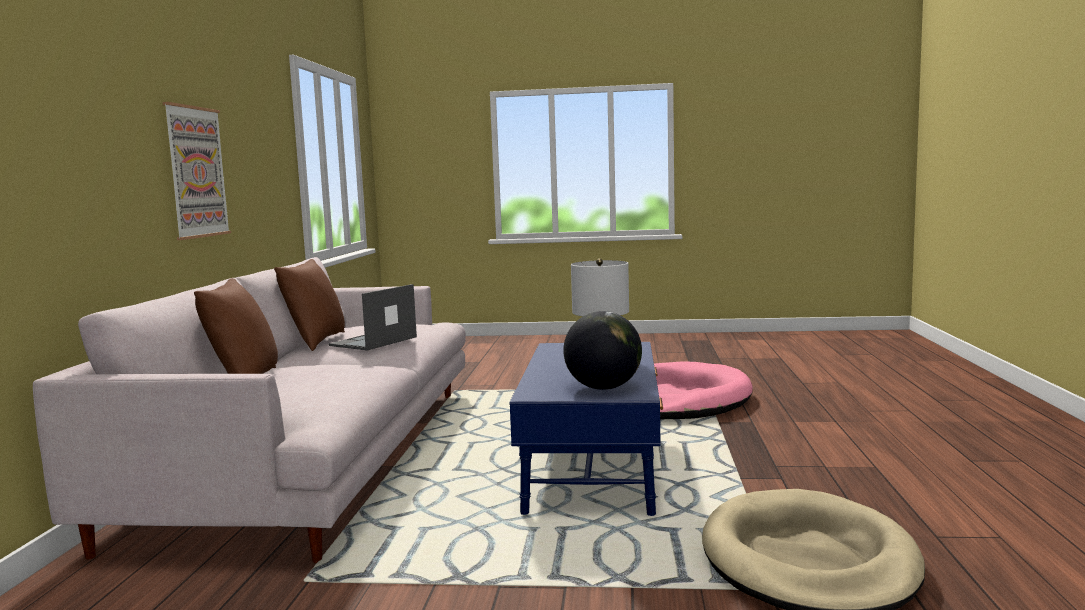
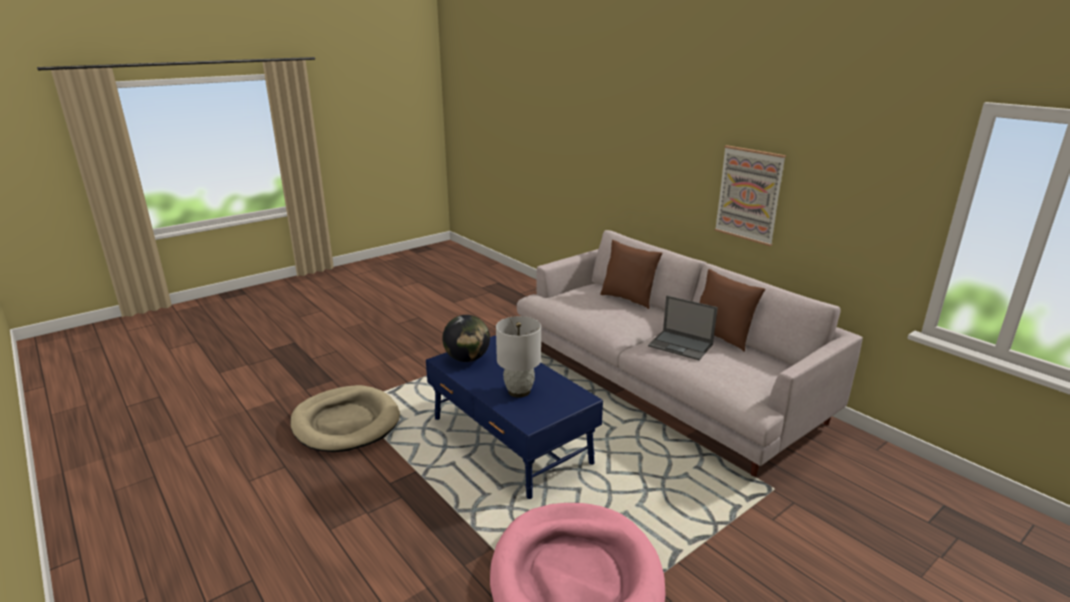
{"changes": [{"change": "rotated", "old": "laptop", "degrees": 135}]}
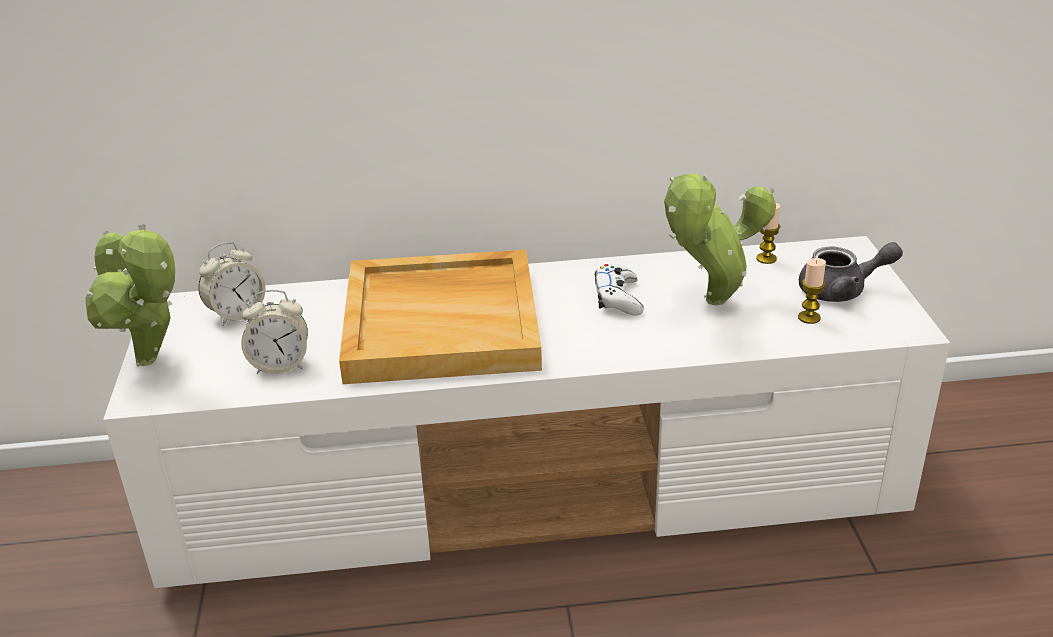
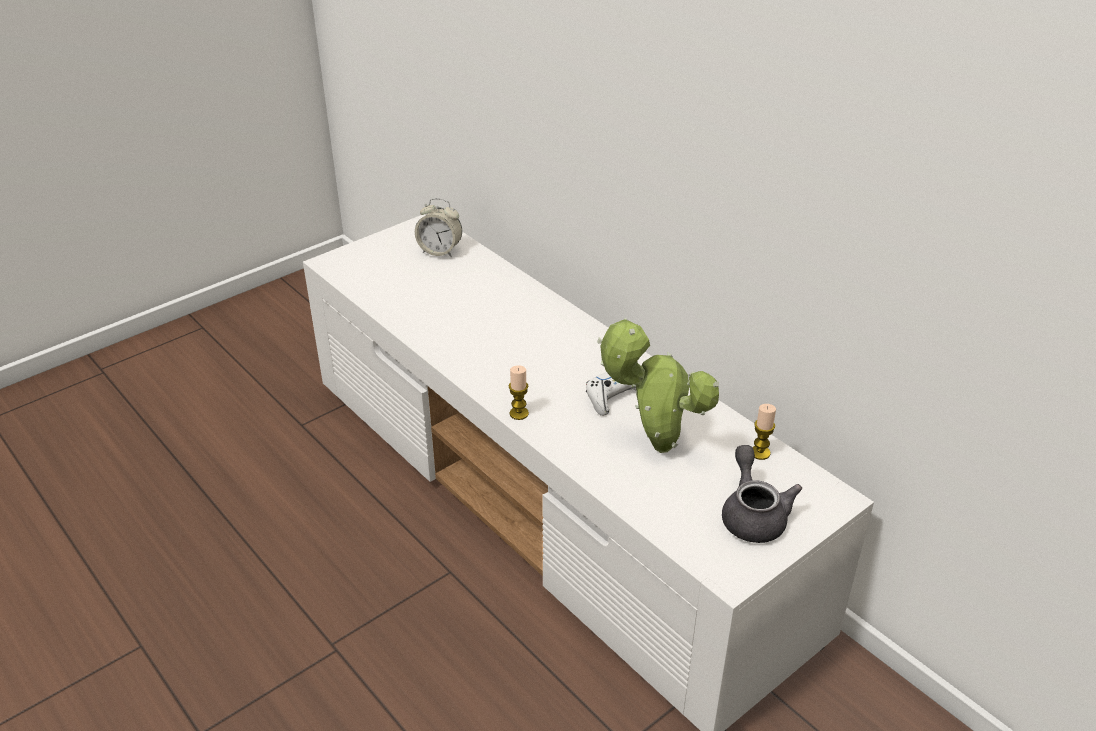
{"changes": [{"change": "gone", "old": "potted plant (no. 1 from left)"}, {"change": "gone", "old": "alarm clock (no. 2 from left)"}, {"change": "gone", "old": "beige tray"}, {"change": "shifted", "old": "candle (no. 2 from left in the first image)", "new": "candle (no. 1 from left)"}, {"change": "rotated", "old": "grey teapot", "degrees": -150}]}
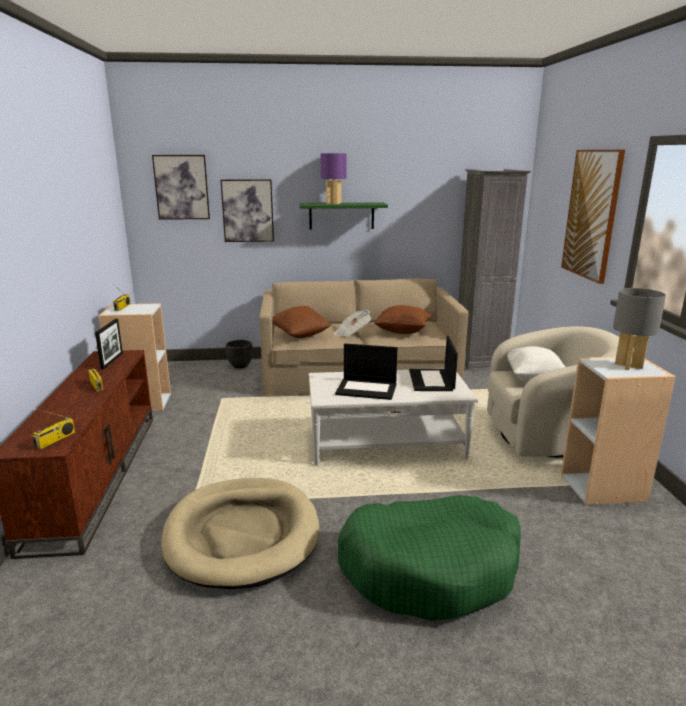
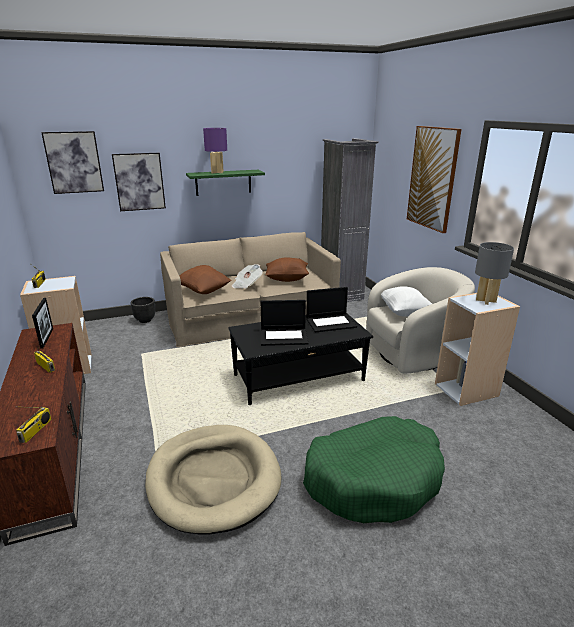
{"changes": [{"change": "repainted", "old": "white coffee table", "new": "black coffee table"}, {"change": "rotated", "old": "laptop (no. 2 from left)", "degrees": -90}]}
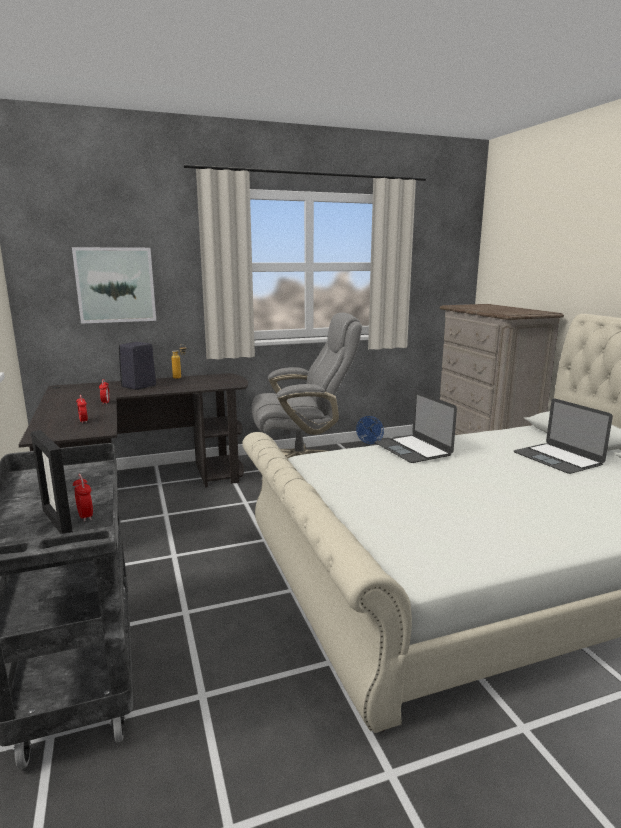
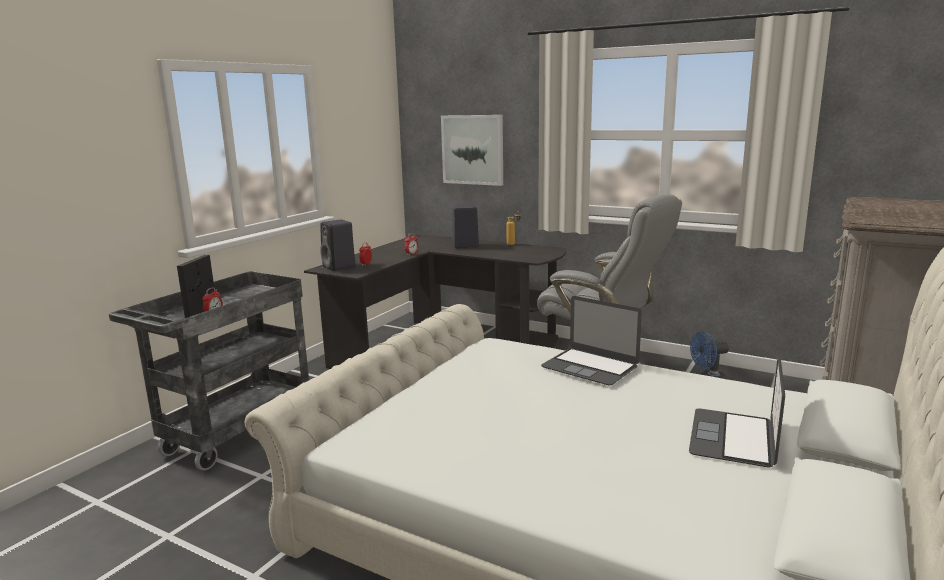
{"changes": [{"change": "new", "new": "black speaker (no. 1 from left)"}, {"change": "rotated", "old": "laptop (no. 1 from left)", "degrees": -75}]}
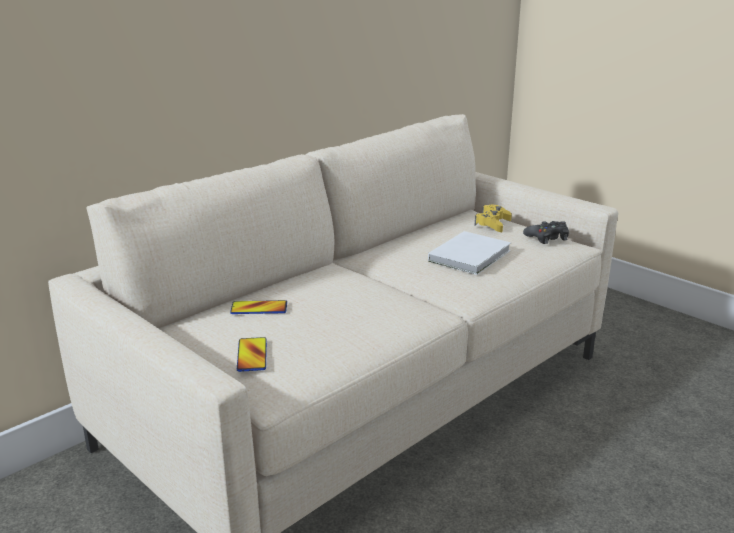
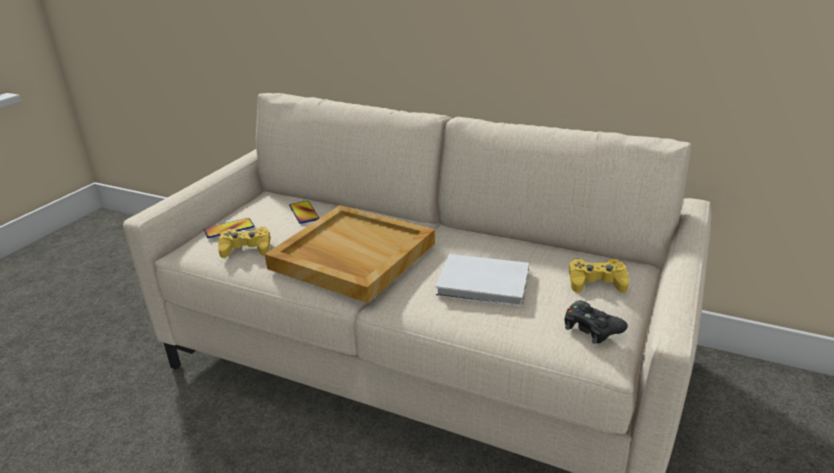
{"changes": [{"change": "new", "new": "yellow game controller (no. 1 from left)"}, {"change": "new", "new": "beige tray"}]}
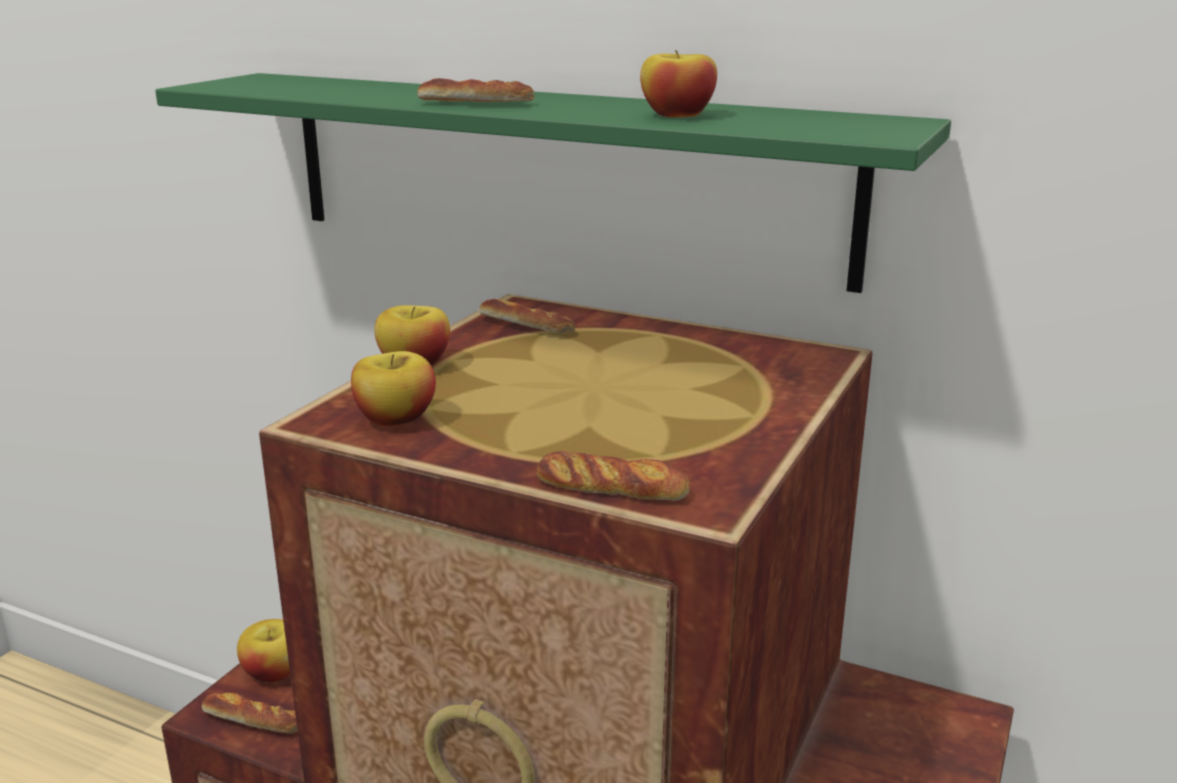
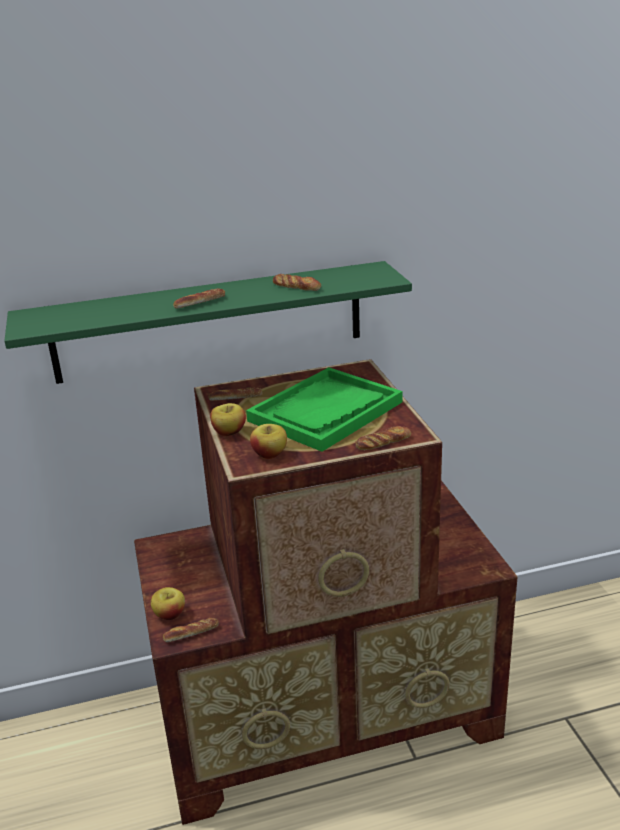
{"changes": [{"change": "new", "new": "green tray"}, {"change": "swapped", "old": "apple (no. 4 from left)", "new": "bread (no. 4 from left)"}]}
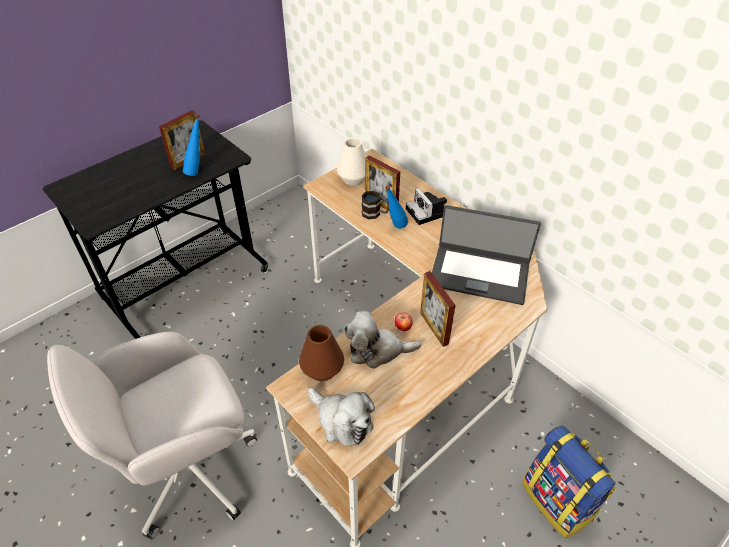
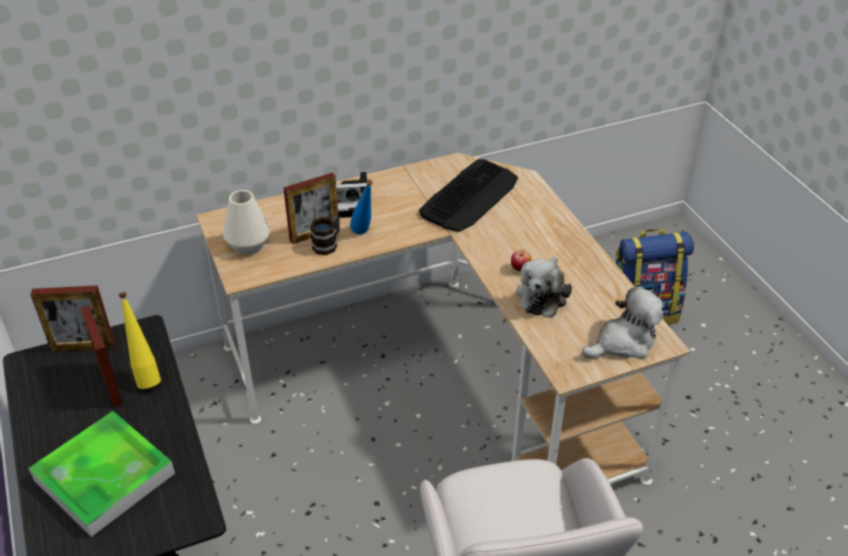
{"changes": [{"change": "gone", "old": "brown vase"}, {"change": "new", "new": "tray"}, {"change": "shifted", "old": "picture frame (no. 3 from left in the first image)", "new": "picture frame (no. 1 from left)"}, {"change": "swapped", "old": "laptop", "new": "keyboard"}, {"change": "repainted", "old": "blue bottle (no. 1 from left)", "new": "yellow bottle"}]}
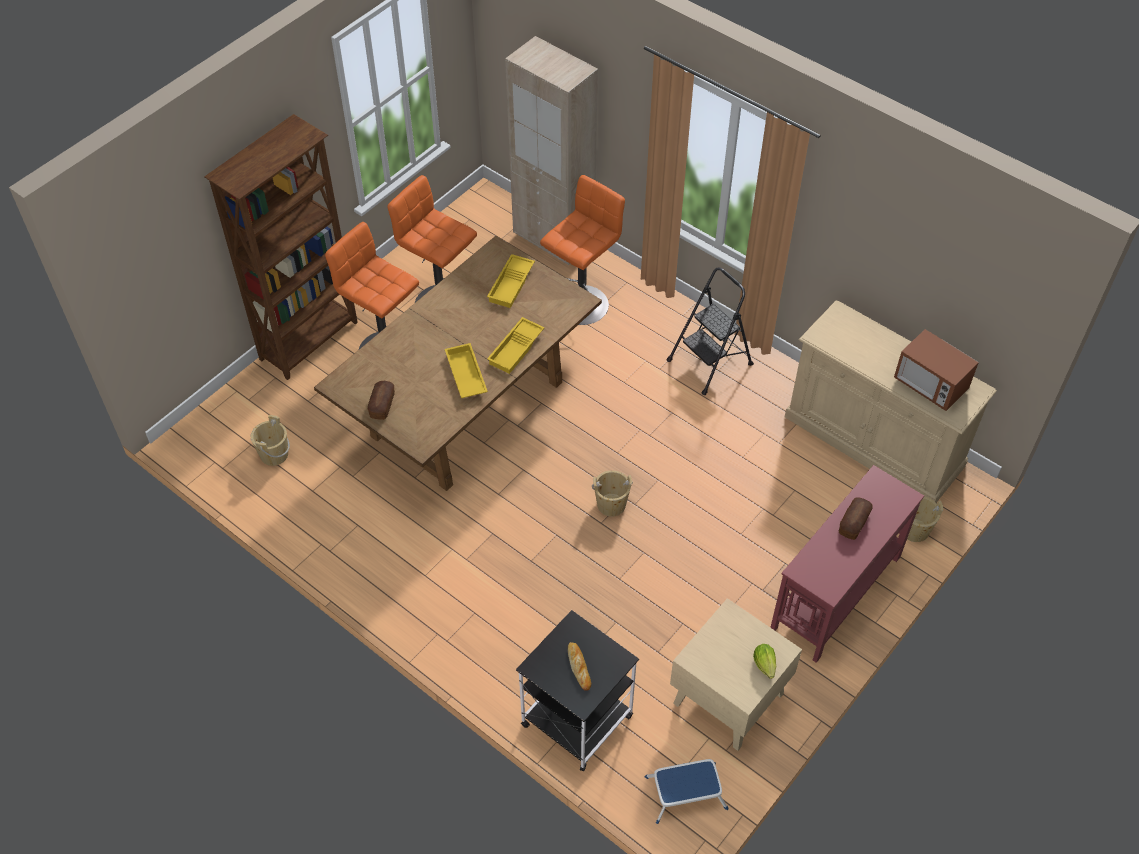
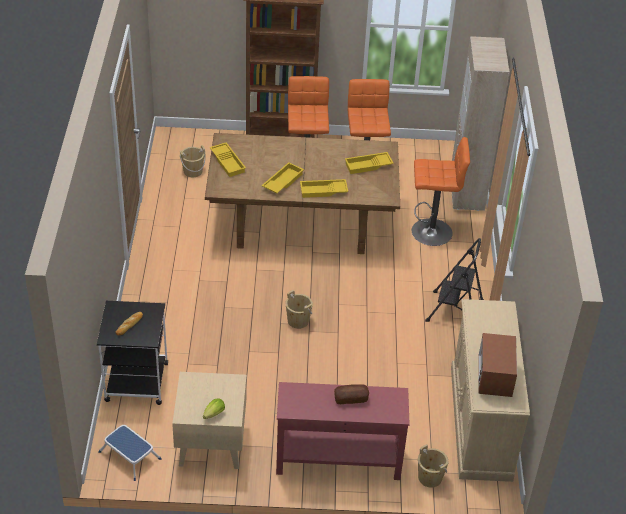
{"changes": [{"change": "swapped", "old": "bread (no. 1 from left)", "new": "yellow tray (no. 1 from left)"}]}
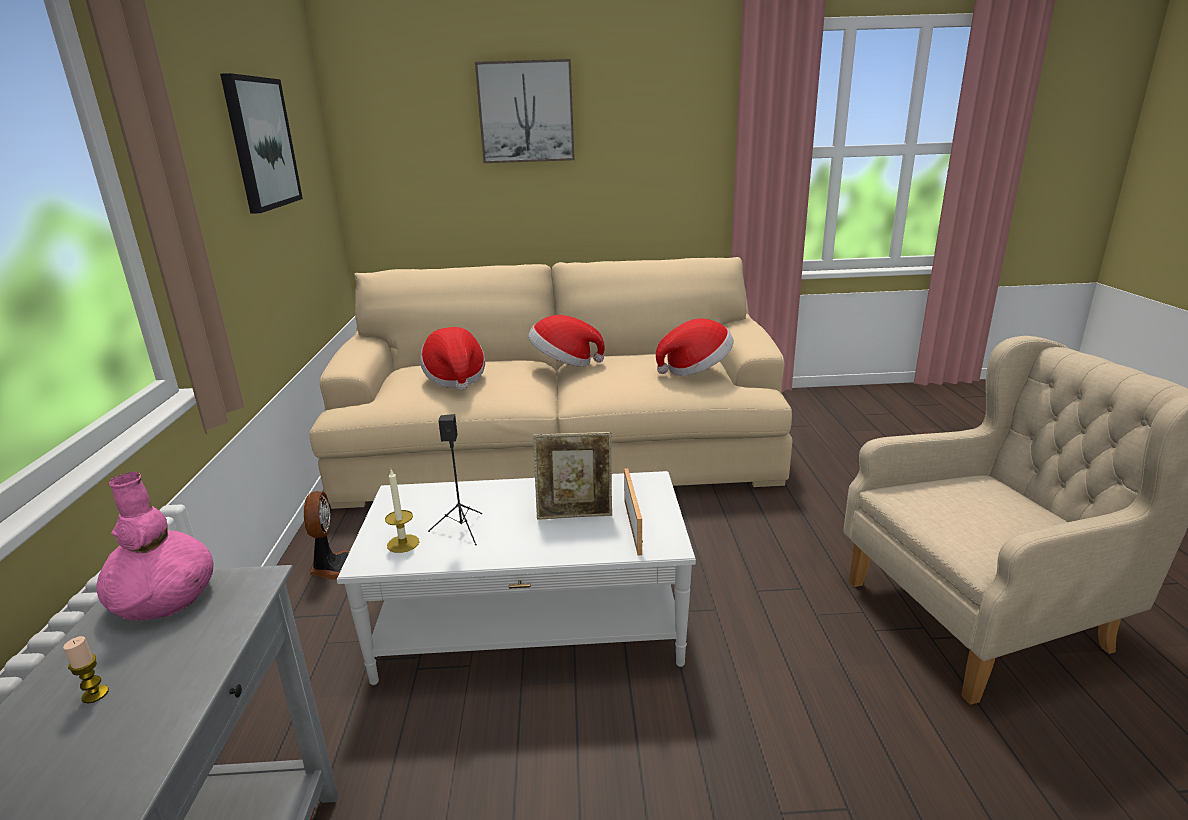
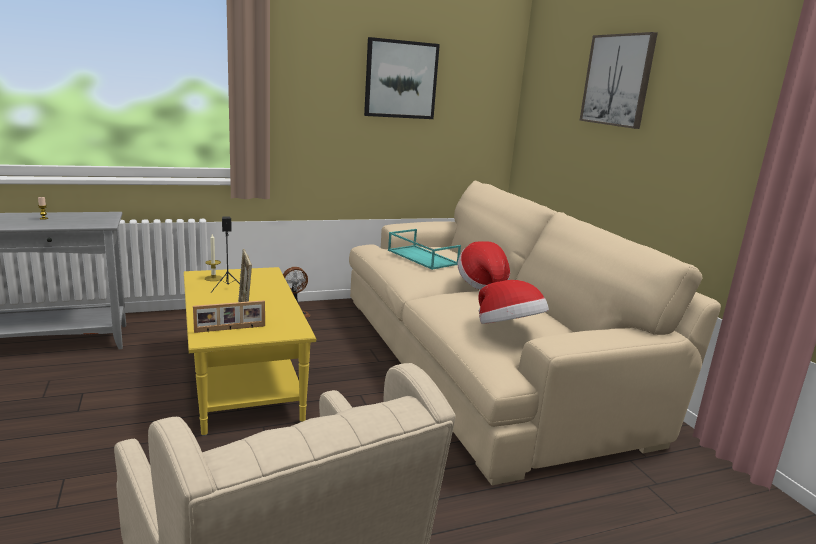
{"changes": [{"change": "gone", "old": "pink vase"}, {"change": "swapped", "old": "hat (no. 1 from left)", "new": "turquoise tray"}, {"change": "repainted", "old": "white coffee table", "new": "yellow coffee table"}]}
